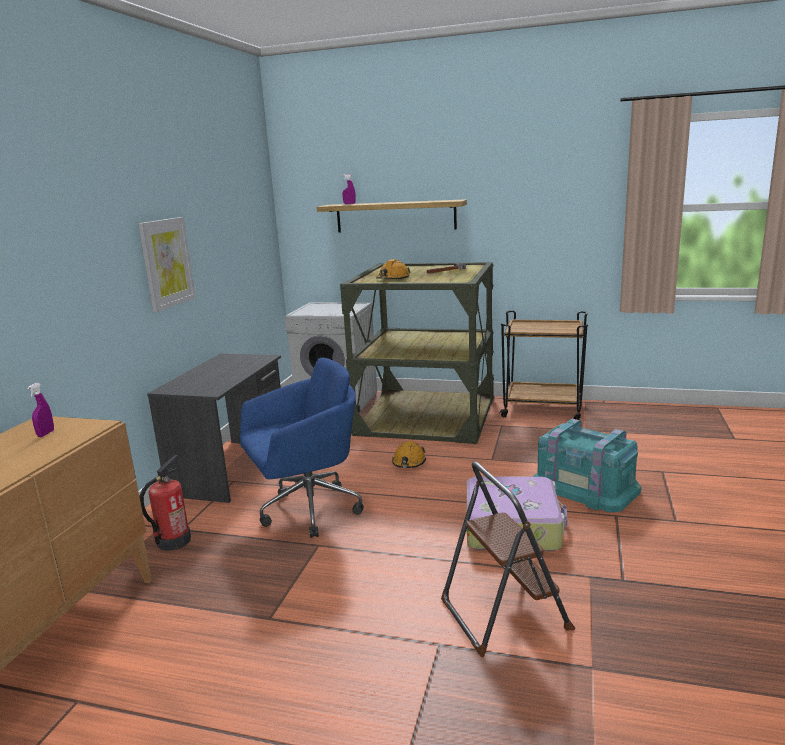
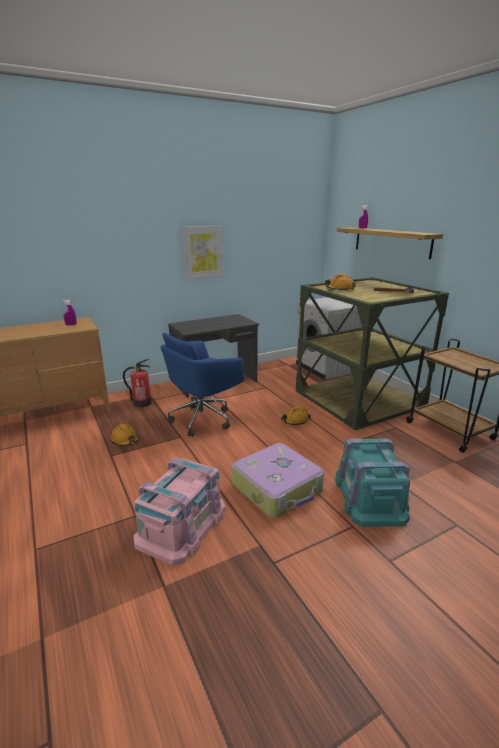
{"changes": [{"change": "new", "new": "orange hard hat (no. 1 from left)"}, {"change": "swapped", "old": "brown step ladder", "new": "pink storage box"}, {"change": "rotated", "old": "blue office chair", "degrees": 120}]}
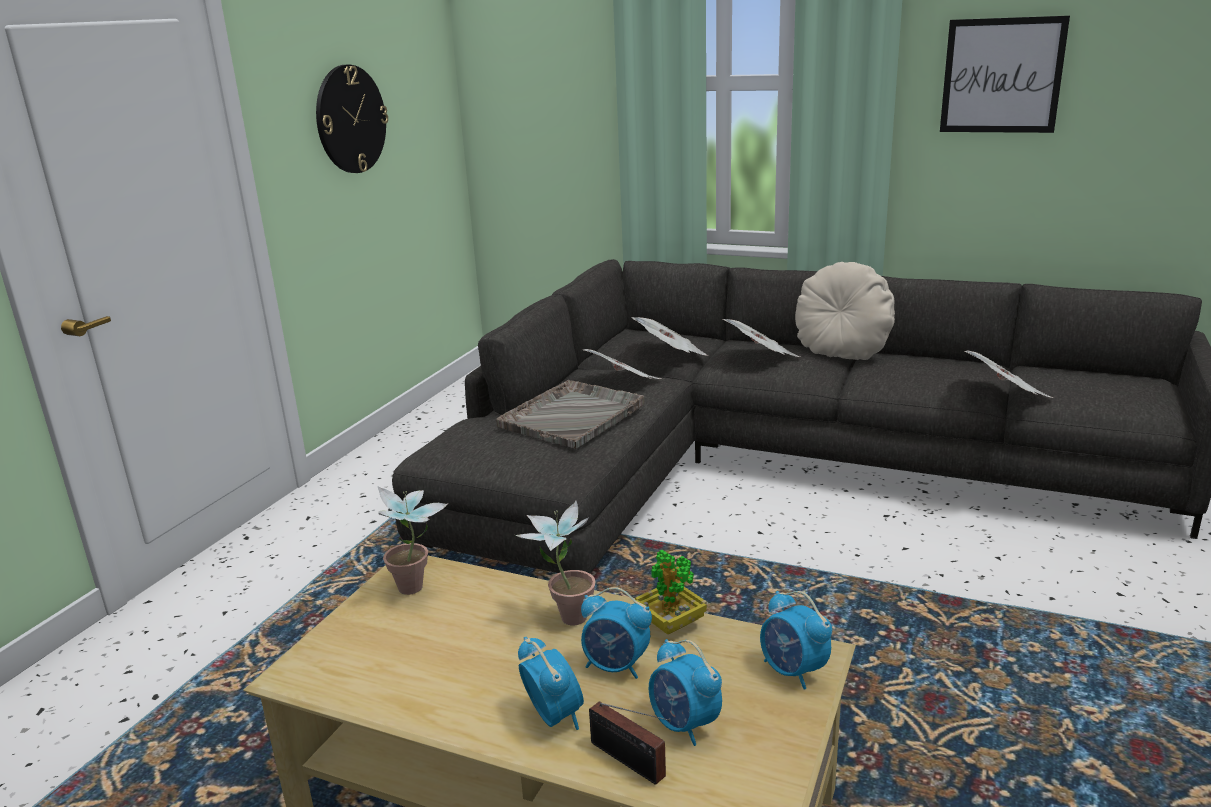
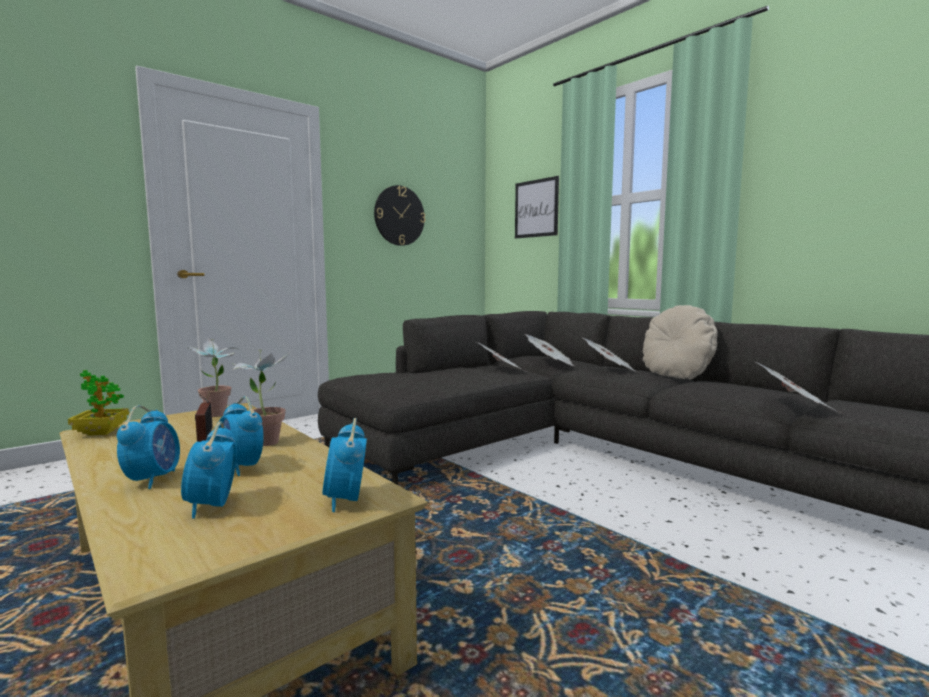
{"changes": [{"change": "gone", "old": "grey tray"}, {"change": "shifted", "old": "radio"}, {"change": "shifted", "old": "potted plant (no. 3 from left in the first image)", "new": "potted plant (no. 1 from left)"}, {"change": "shifted", "old": "picture"}]}
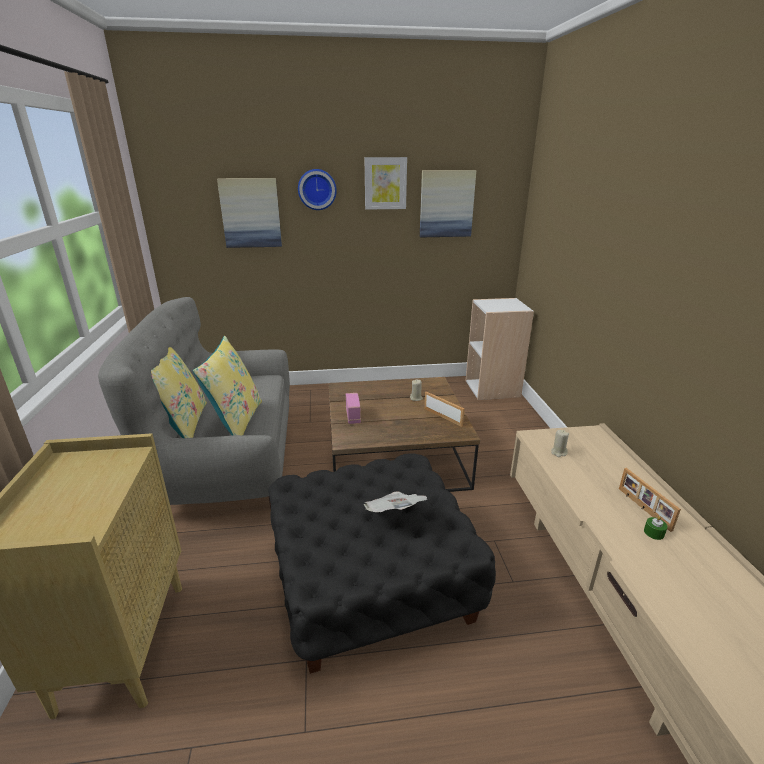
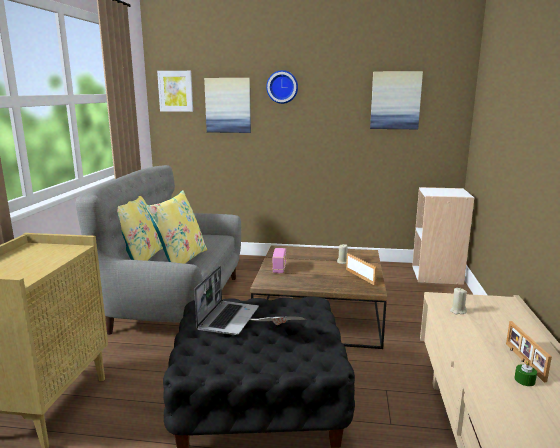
{"changes": [{"change": "new", "new": "laptop"}, {"change": "shifted", "old": "picture (no. 2 from left in the first image)", "new": "picture (no. 1 from left)"}]}
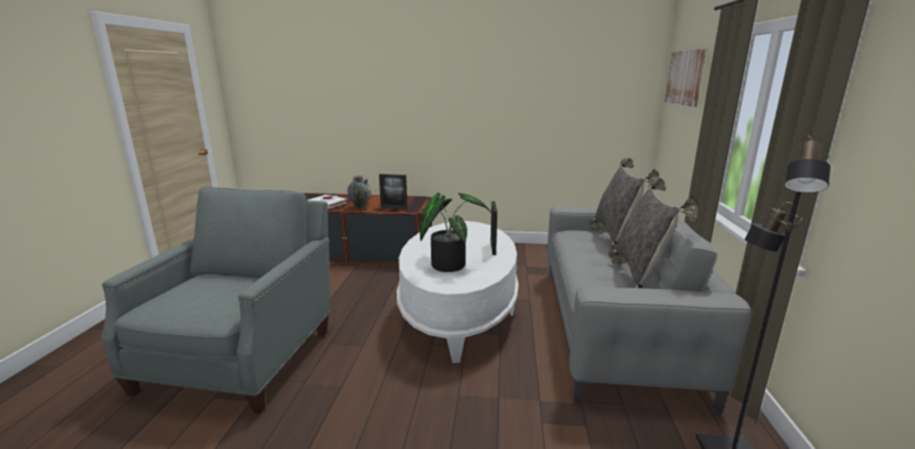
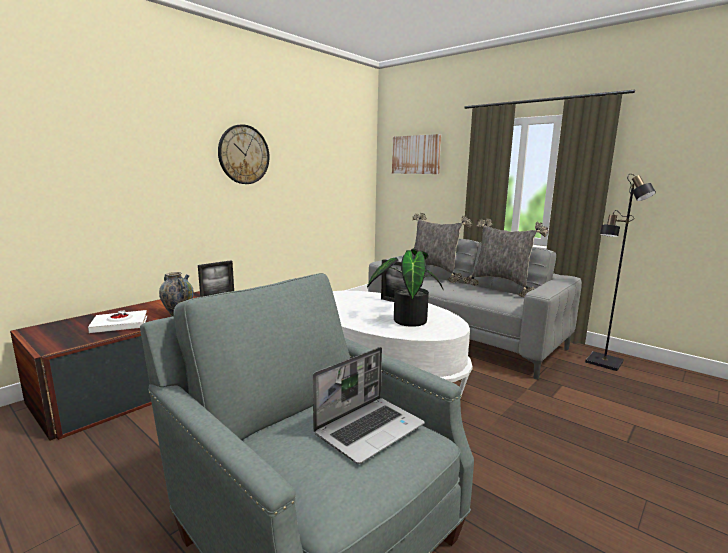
{"changes": [{"change": "new", "new": "wall clock"}, {"change": "new", "new": "laptop"}]}
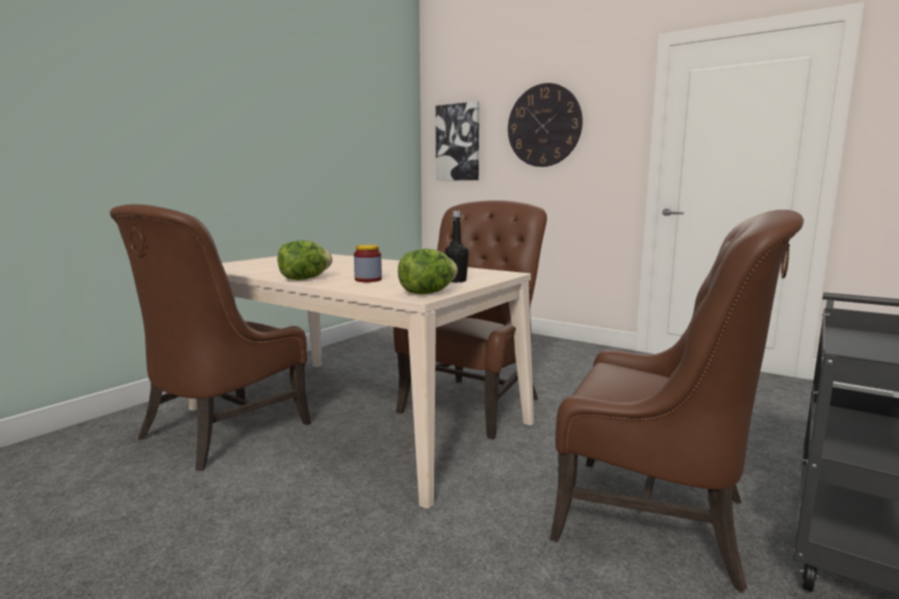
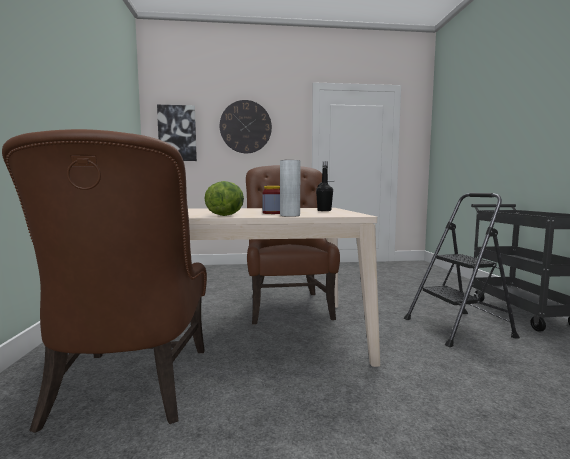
{"changes": [{"change": "gone", "old": "lettuce (no. 2 from left)"}, {"change": "new", "new": "grey vase"}, {"change": "swapped", "old": "brown chair (no. 3 from left)", "new": "black step ladder"}]}
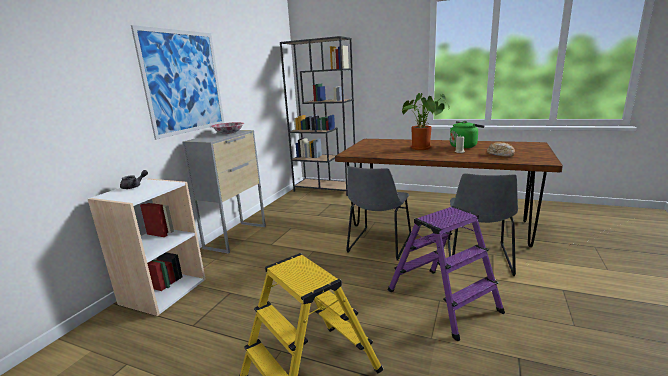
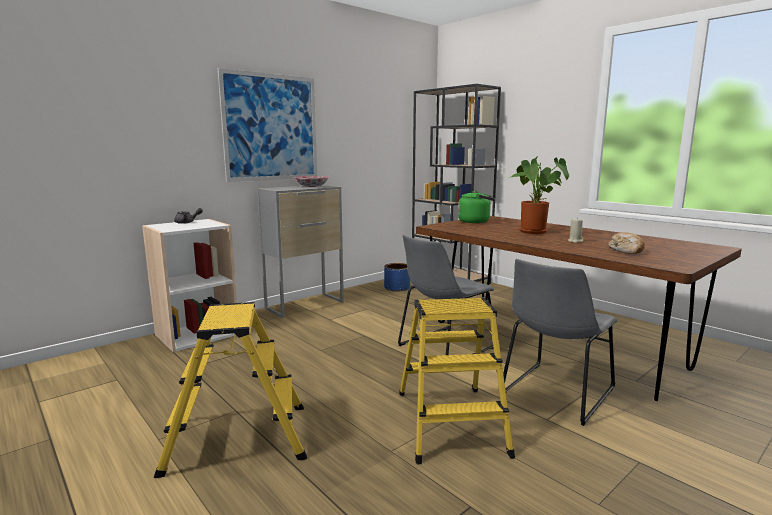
{"changes": [{"change": "new", "new": "blue planter"}, {"change": "shifted", "old": "green kettle"}, {"change": "repainted", "old": "purple step ladder", "new": "yellow step ladder (no. 2 from left)"}]}
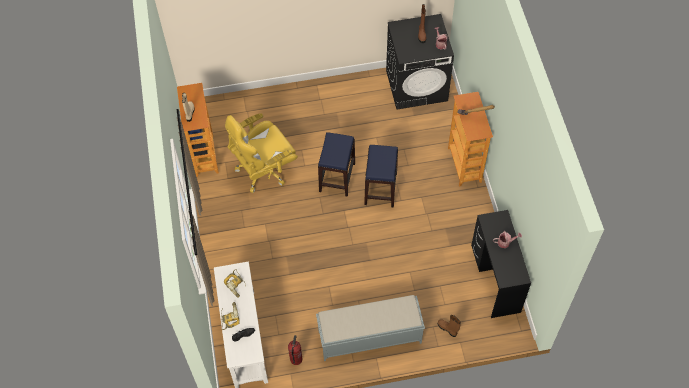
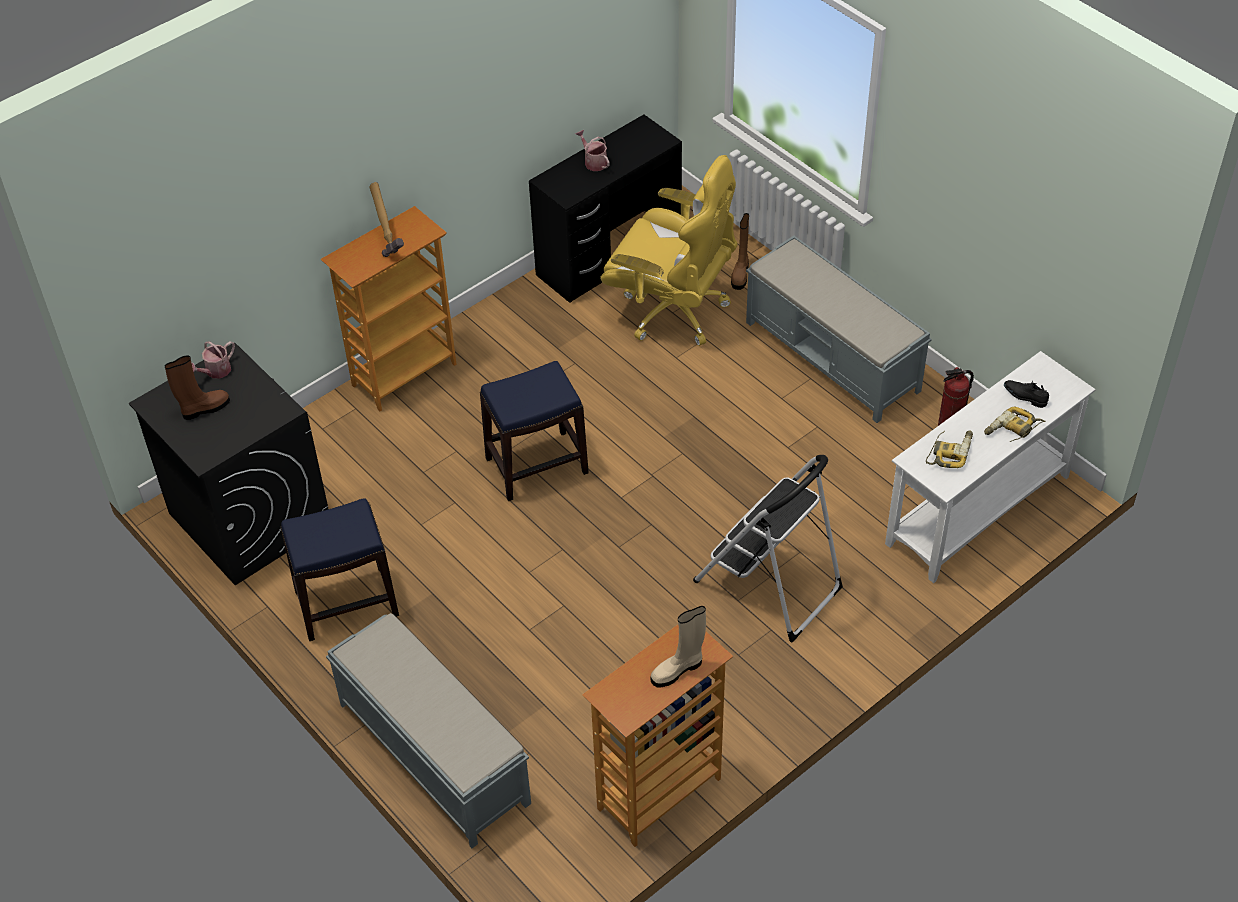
{"changes": [{"change": "new", "new": "grey bench (no. 1 from left)"}, {"change": "new", "new": "step ladder"}, {"change": "shifted", "old": "yellow office chair"}, {"change": "shifted", "old": "stool (no. 1 from left)"}]}
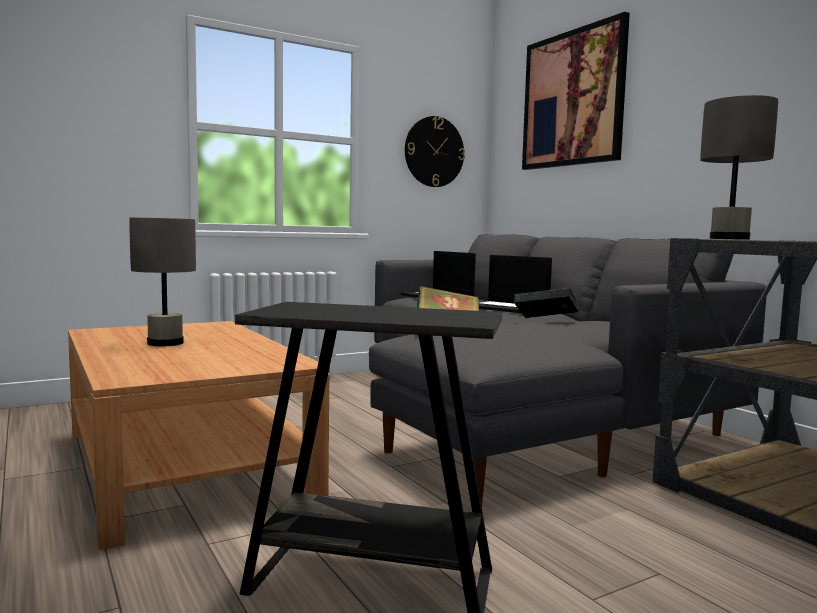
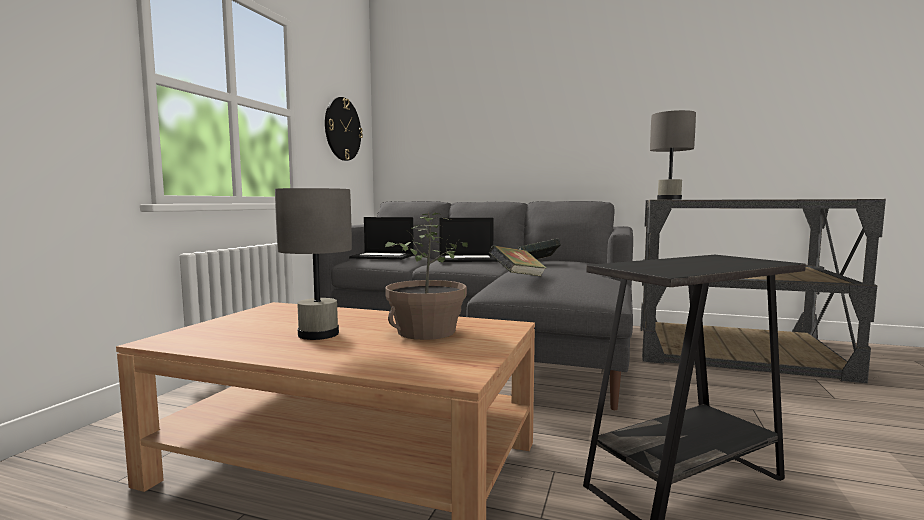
{"changes": [{"change": "gone", "old": "picture"}, {"change": "new", "new": "potted plant"}]}
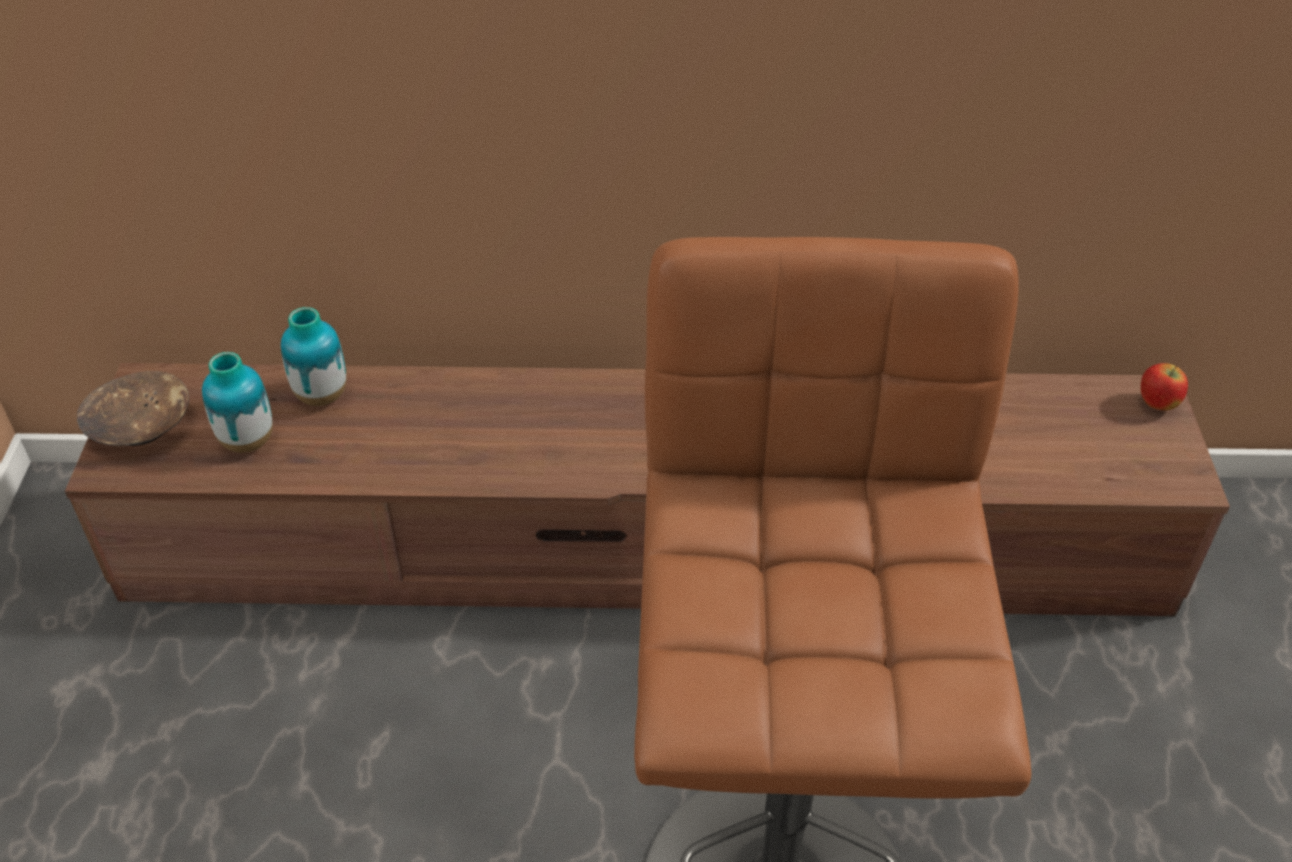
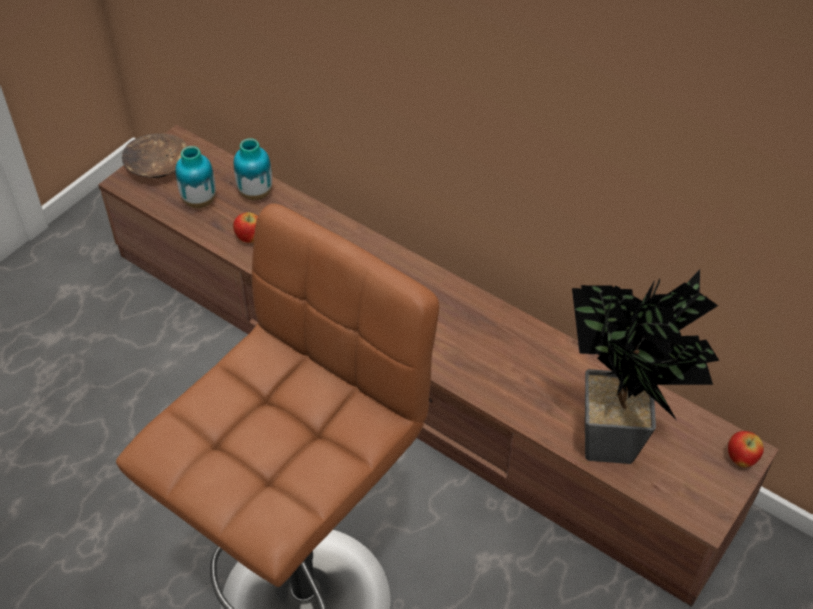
{"changes": [{"change": "new", "new": "apple (no. 1 from left)"}, {"change": "new", "new": "potted plant"}]}
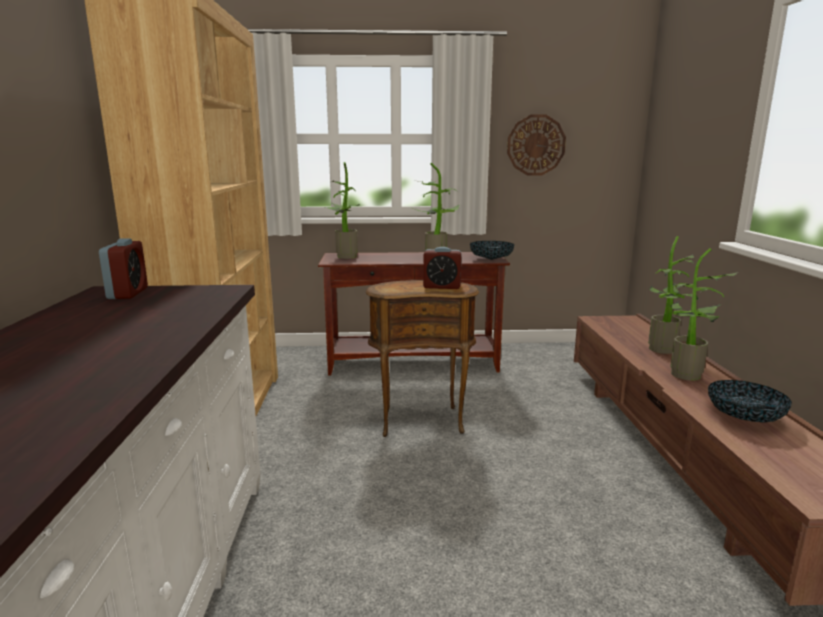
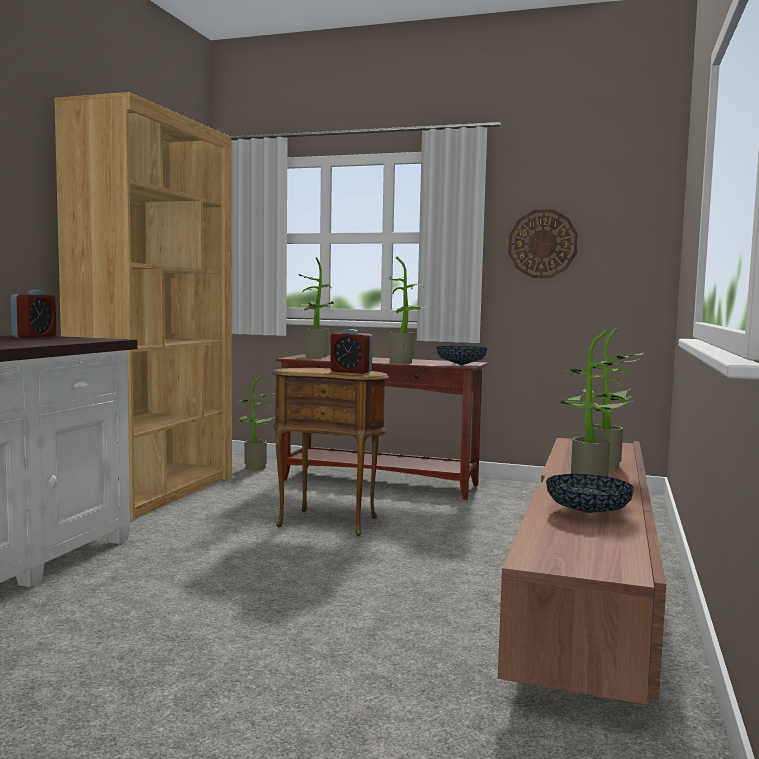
{"changes": [{"change": "new", "new": "potted plant (no. 1 from left)"}]}
